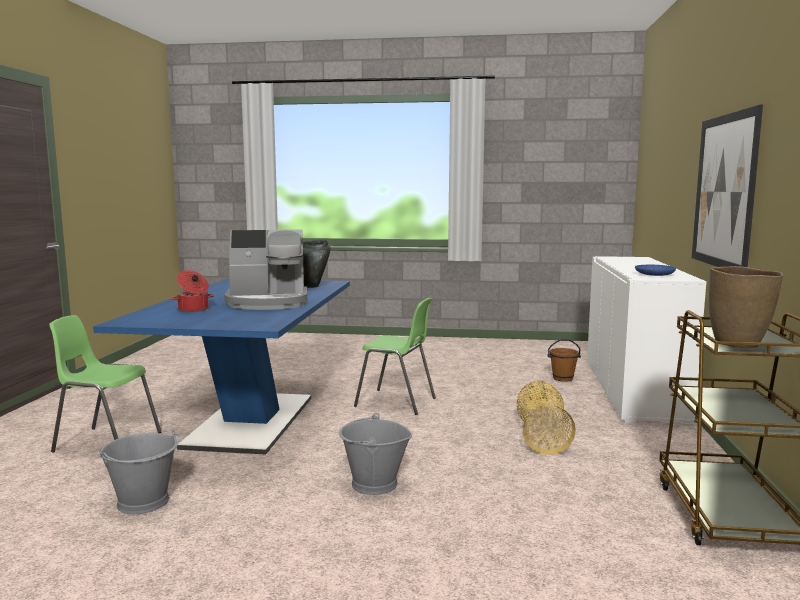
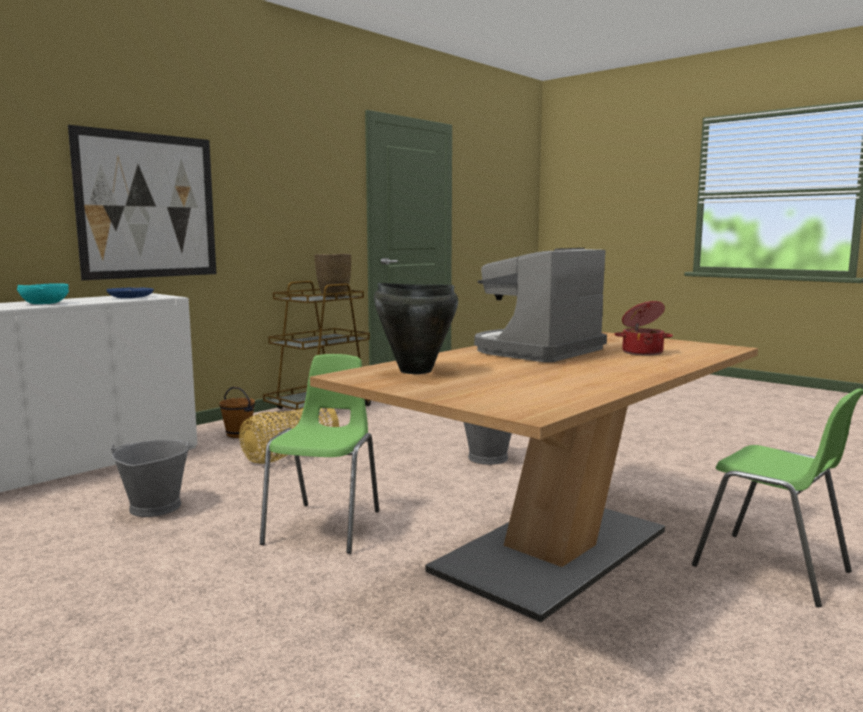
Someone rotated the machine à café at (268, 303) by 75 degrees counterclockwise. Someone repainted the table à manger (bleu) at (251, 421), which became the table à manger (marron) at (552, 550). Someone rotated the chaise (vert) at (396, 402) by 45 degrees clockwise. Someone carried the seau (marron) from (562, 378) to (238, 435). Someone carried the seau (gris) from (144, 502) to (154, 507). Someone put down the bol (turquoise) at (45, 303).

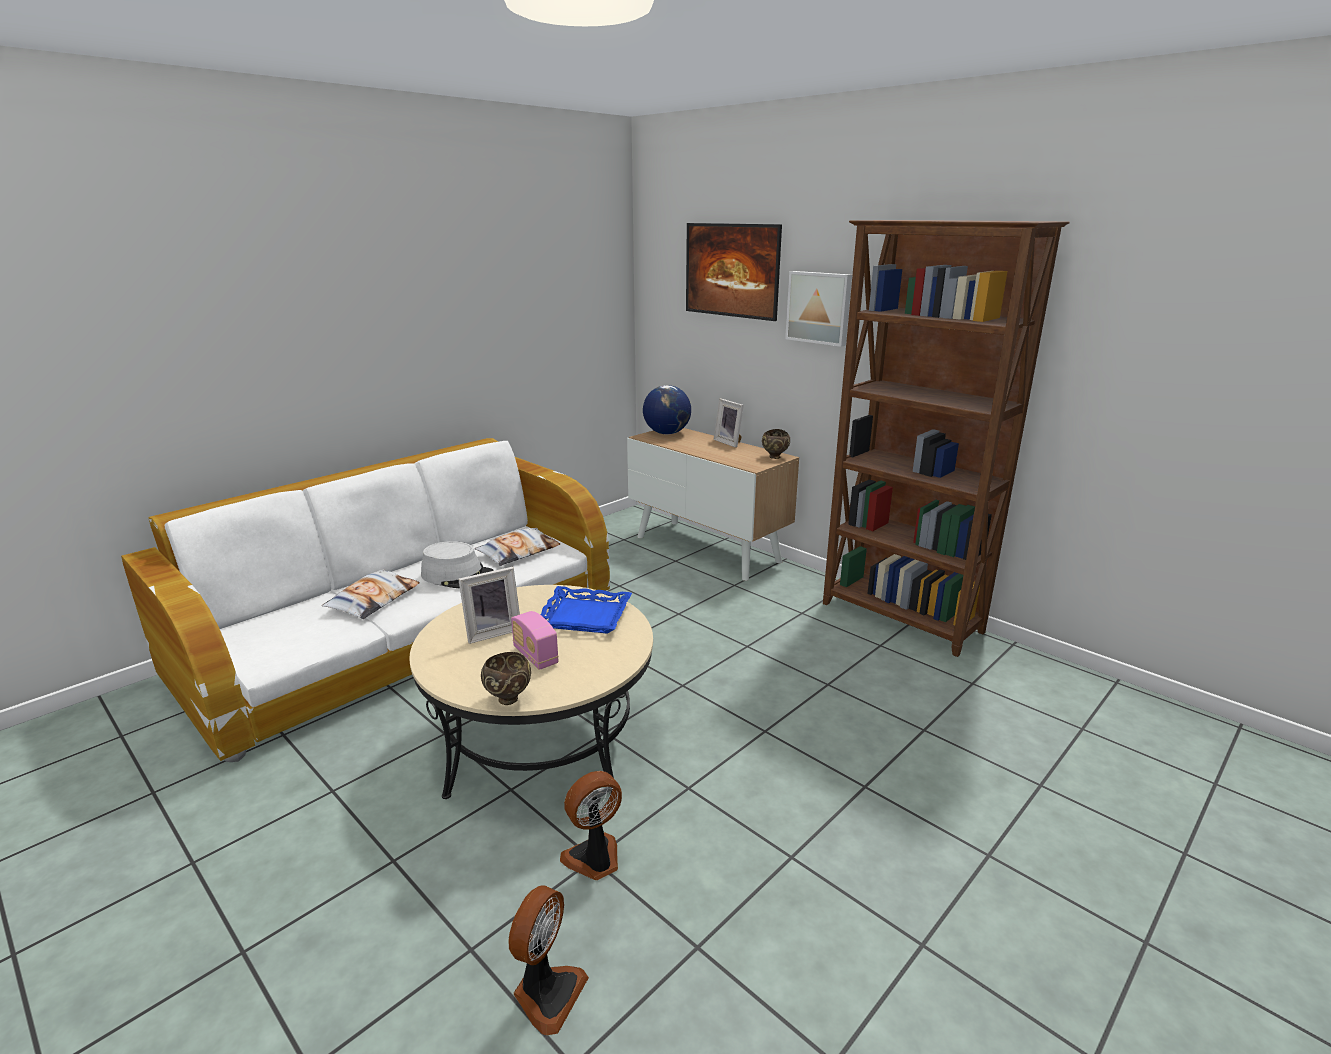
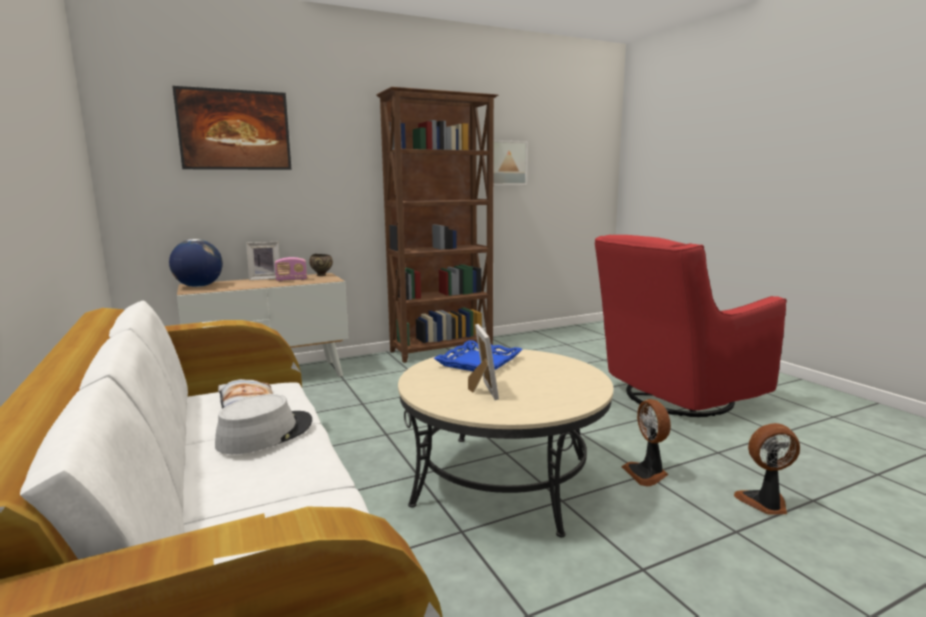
Someone carried the tableau from (819, 307) to (506, 163). Someone took away the coussin at (373, 600). Someone carried the radio from (535, 656) to (291, 280). Someone took away the bol (marron) at (509, 698). Someone rotated the ventilateur at (547, 993) by 45 degrees counterclockwise. Someone put down the fauteuil (rouge) at (674, 397).

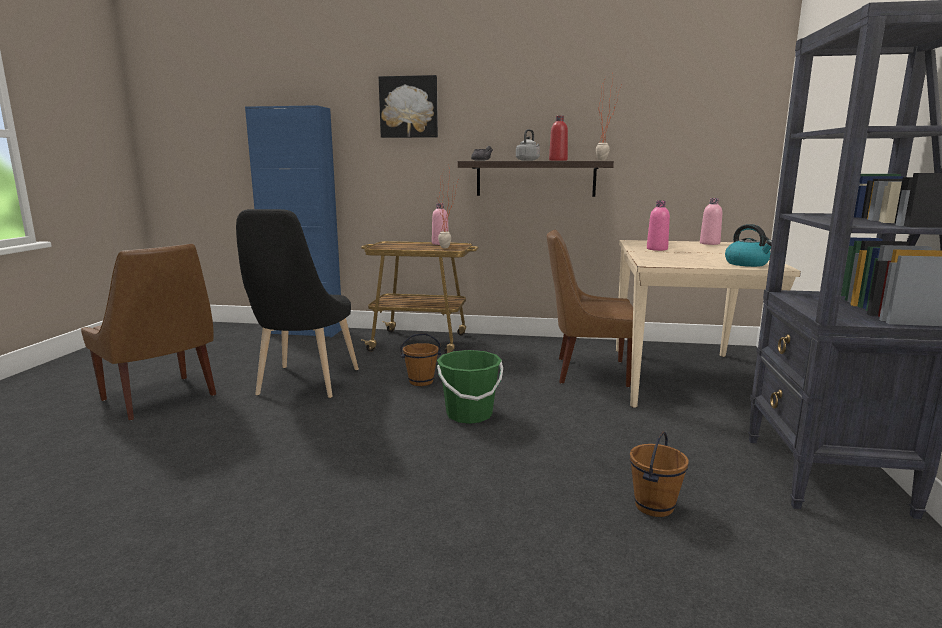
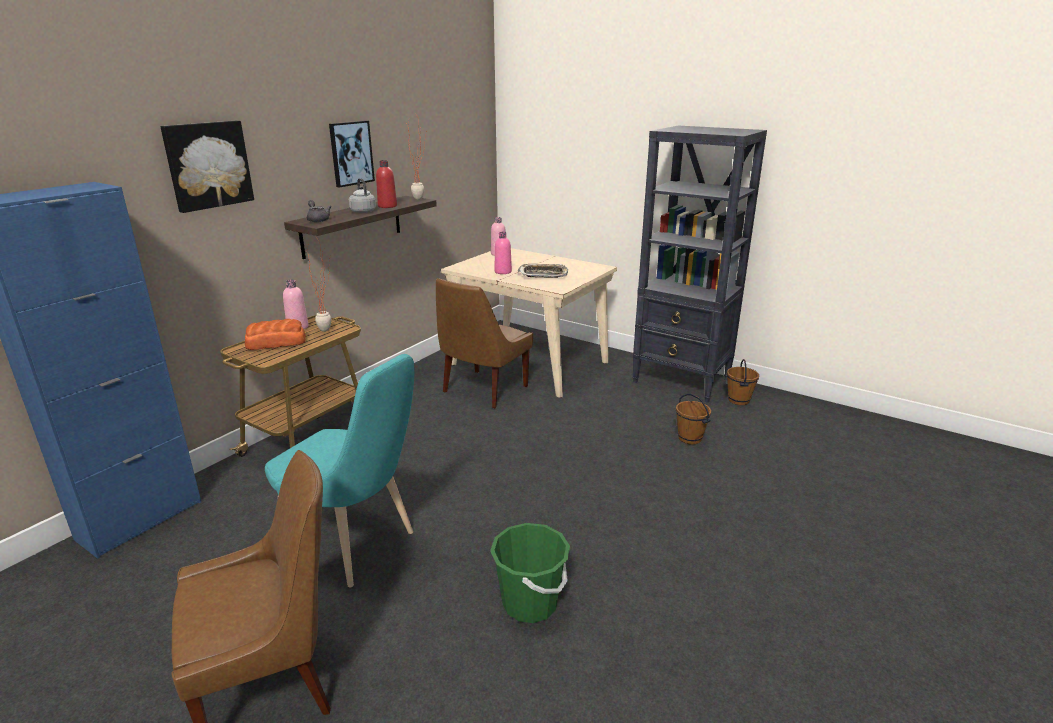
Someone repainted the chaise (noir) at (304, 385), which became the chaise (turquoise) at (354, 546). Someone took away the bouilloire at (747, 264). Someone carried the seau (marron) from (421, 381) to (738, 400). Someone carried the seau (vert) from (469, 414) to (530, 603). Someone put up the tableau at (351, 153). Someone put down the plateau at (543, 274). Someone put down the pain at (275, 342).

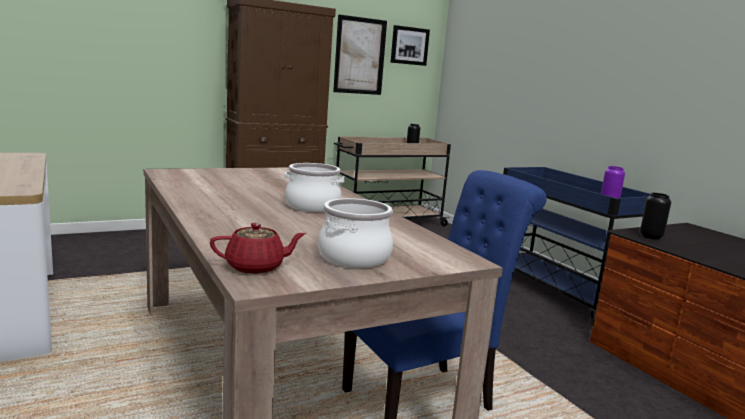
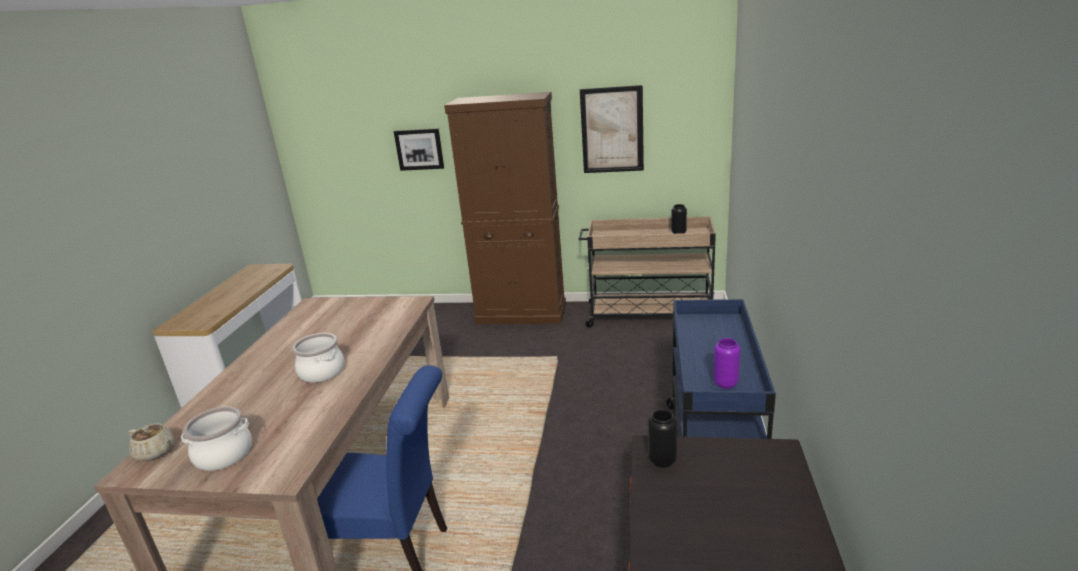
Someone carried the tableau from (409, 45) to (419, 149). Someone repainted the théière (rouge) at (256, 267), which became the théière (beige) at (156, 452).

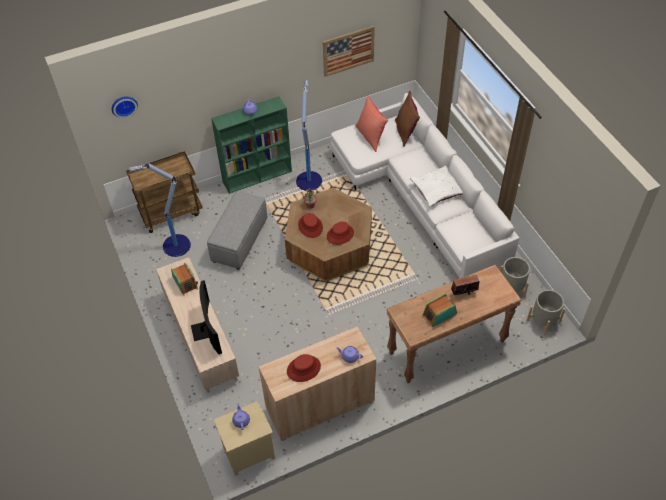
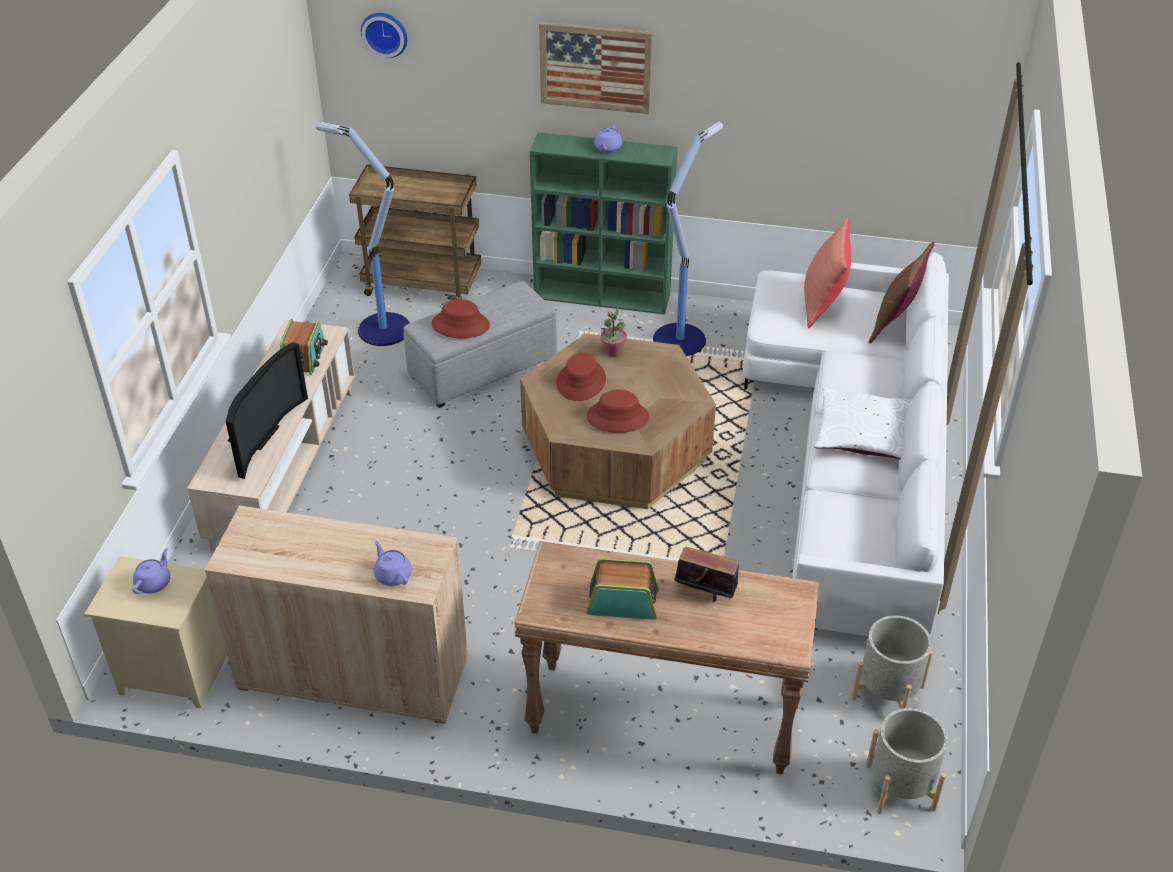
Someone carried the tableau from (348, 51) to (595, 67). Someone carried the chapeau (rouge) from (303, 368) to (460, 325).

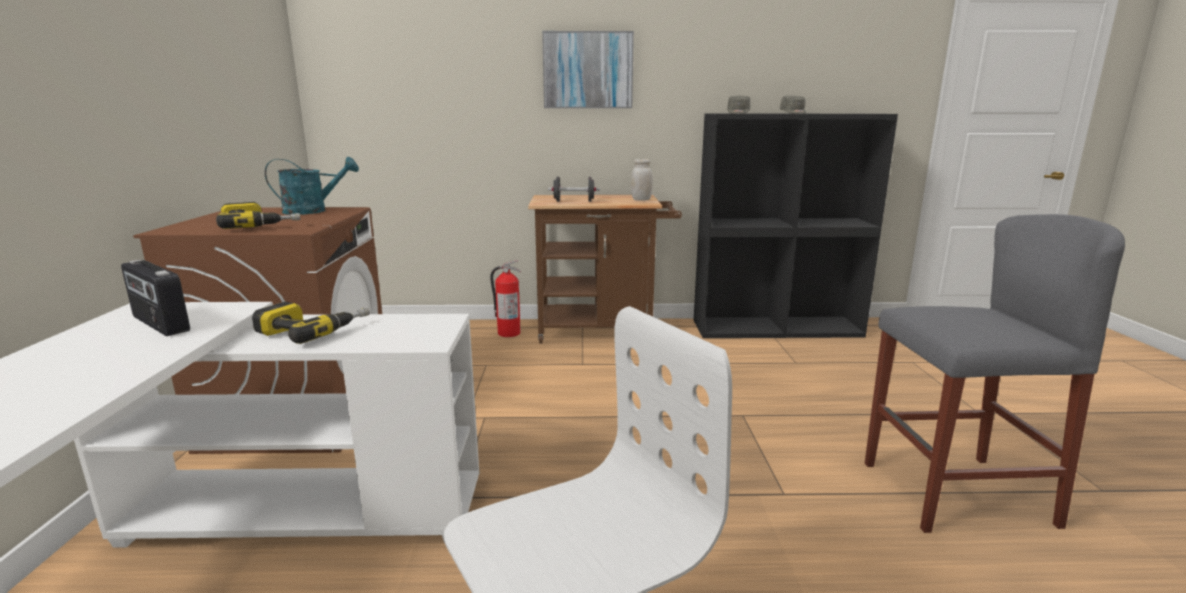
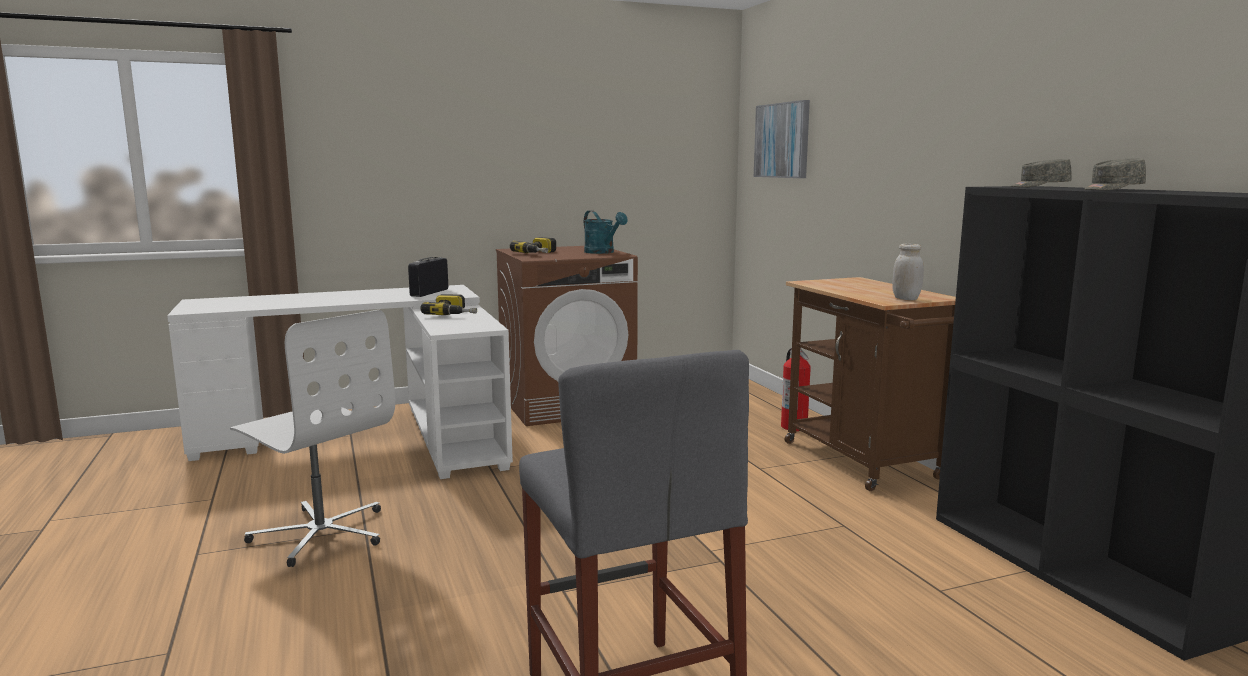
Someone carried the tableau from (588, 70) to (782, 140). Someone took away the haltère (noir) at (574, 201).

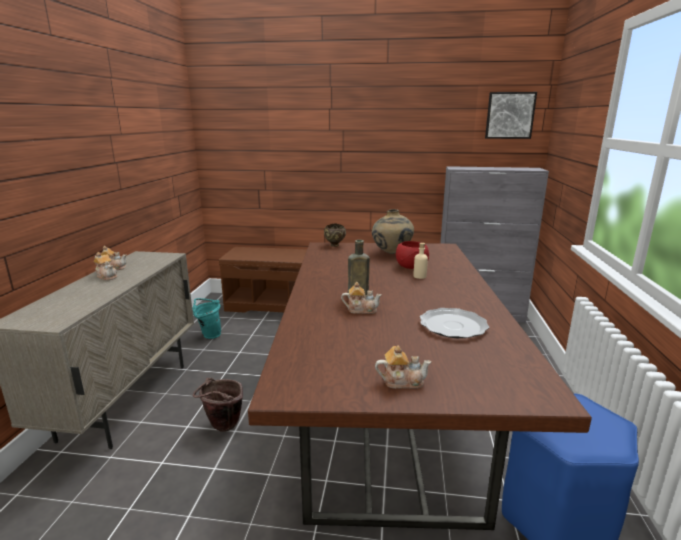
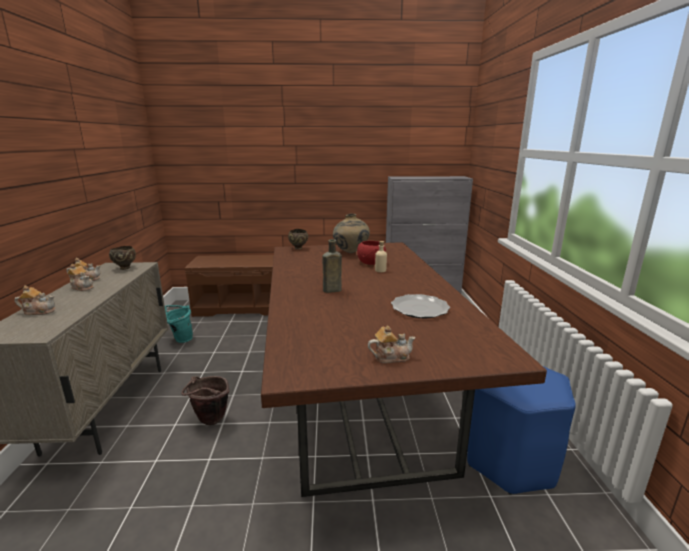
Someone took away the tableau at (509, 115). Someone carried the théière from (361, 310) to (39, 311). Someone put down the bol (marron) at (125, 268).

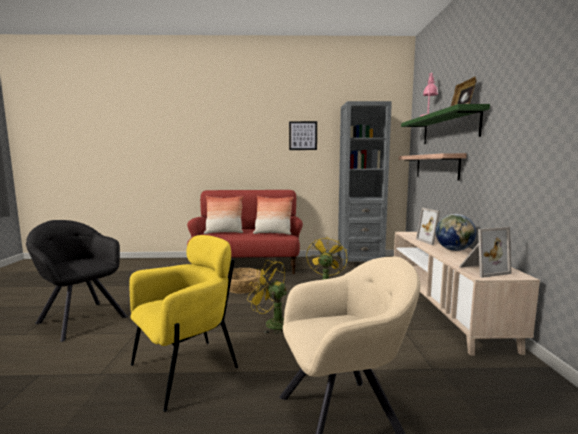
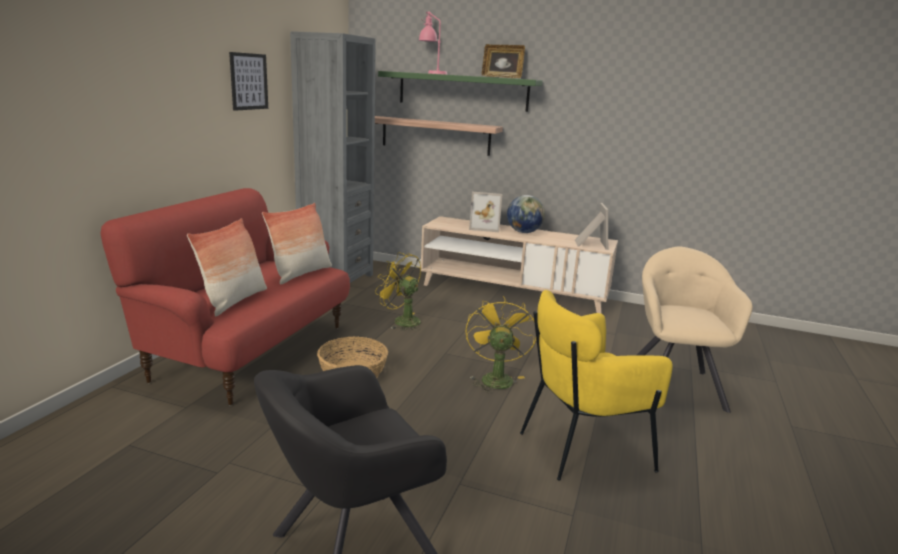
Someone rotated the fauteuil (jaune) at (186, 369) by 90 degrees counterclockwise. Someone rotated the ventilateur (jaune) at (272, 323) by 135 degrees clockwise.

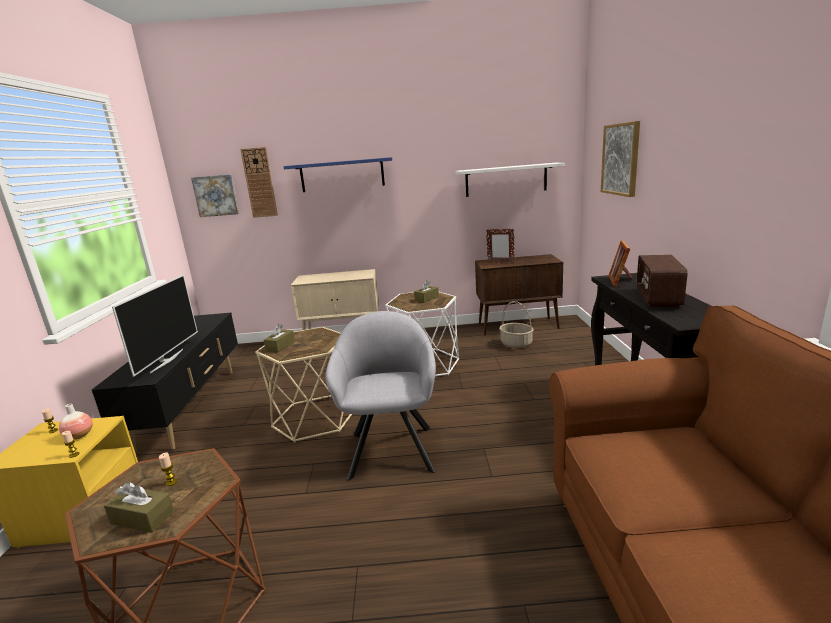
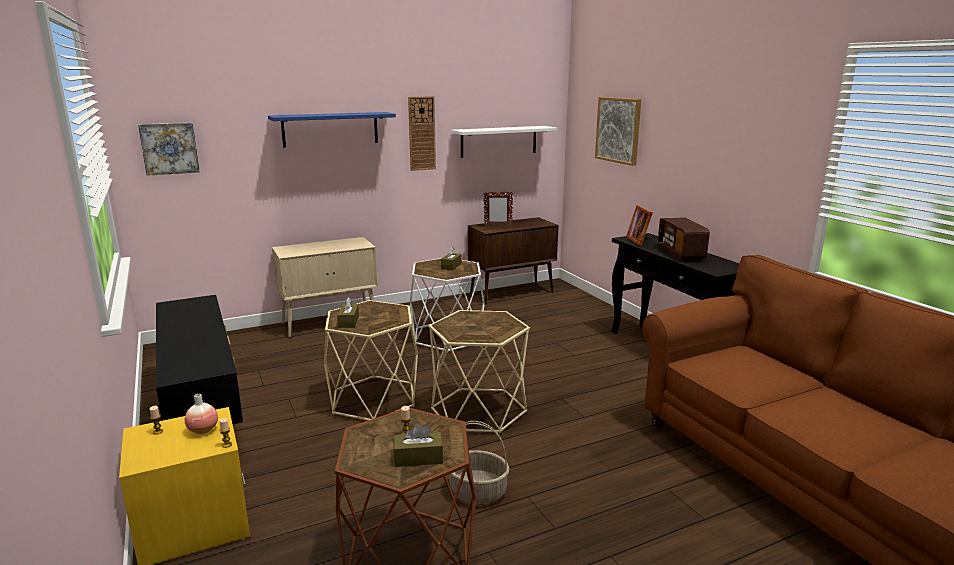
Someone carried the horloge murale from (259, 183) to (421, 133). Someone took away the téléviseur at (166, 360). Someone carried the panier from (516, 344) to (478, 491). Someone swapped the fauteuil (gris) at (392, 447) for the table d'appoint (beige) at (479, 411).

